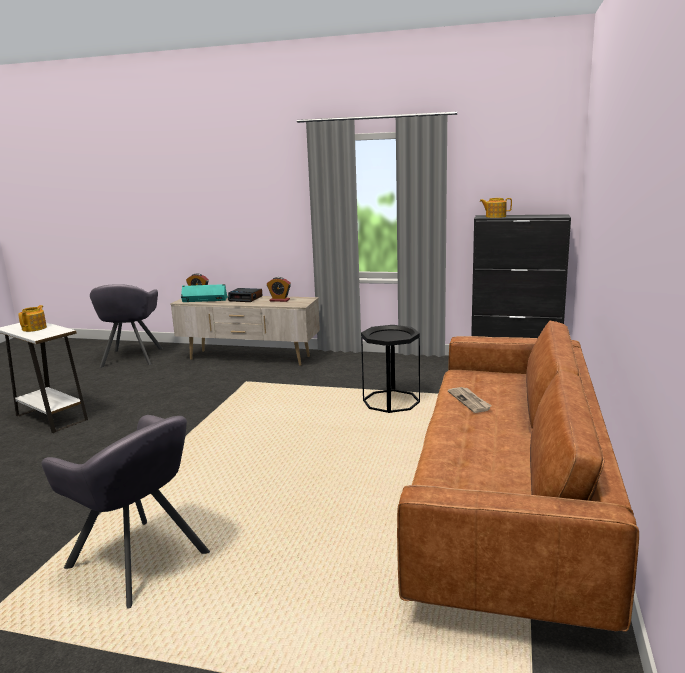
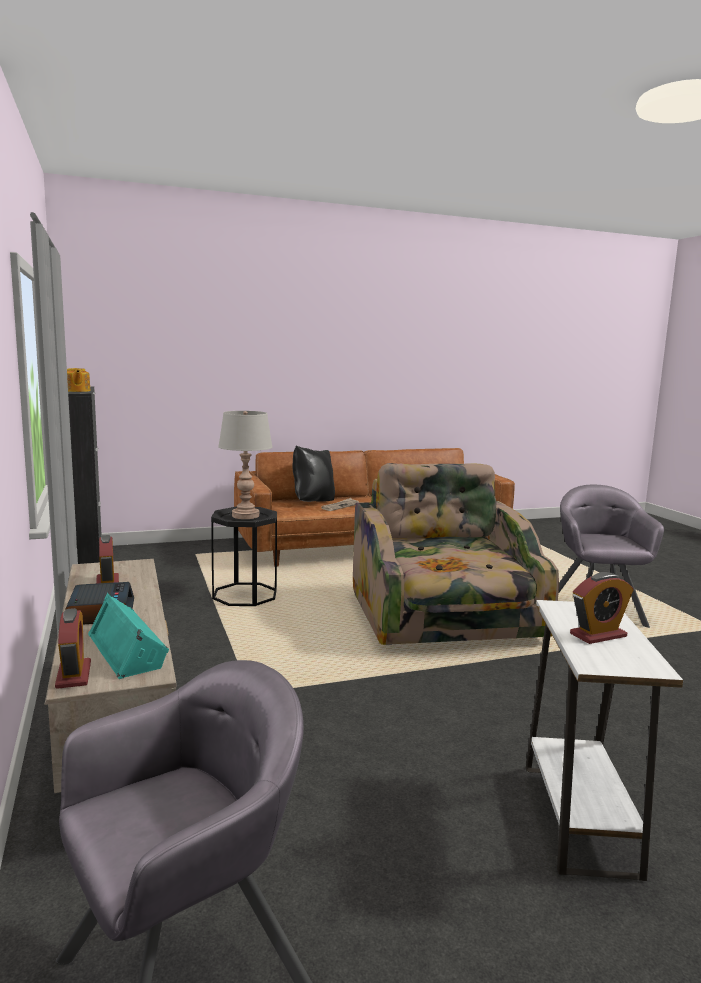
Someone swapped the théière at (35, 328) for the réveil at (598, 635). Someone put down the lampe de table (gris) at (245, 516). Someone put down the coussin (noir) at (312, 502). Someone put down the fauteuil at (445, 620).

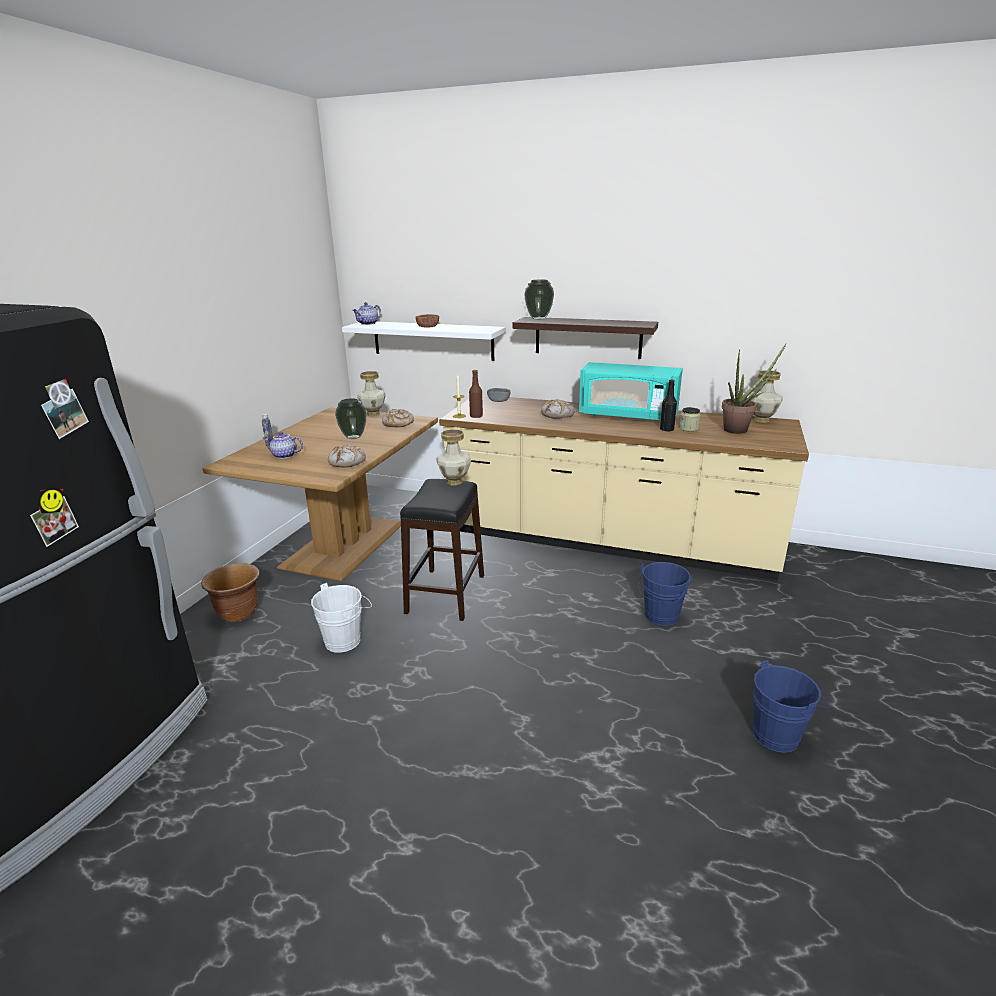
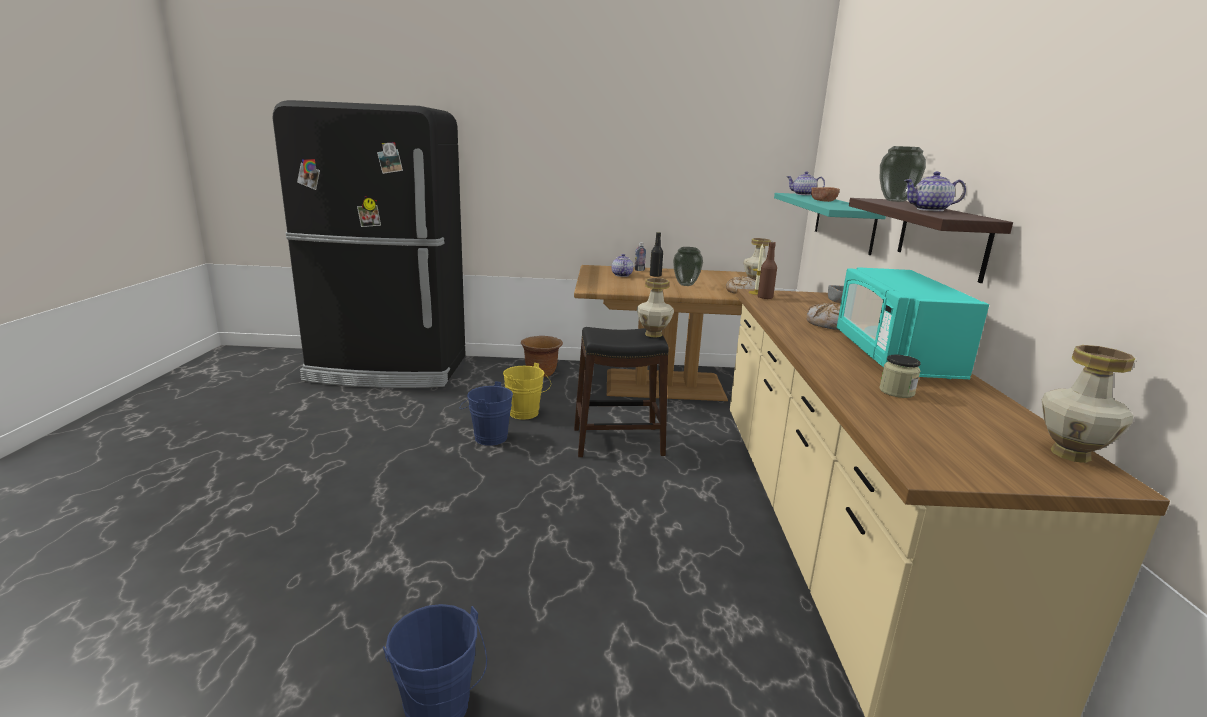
Someone repainted the étagère (blanc) at (432, 340), which became the étagère (turquoise) at (843, 222). Someone took away the plante en pot at (740, 429). Someone carried the bouteille (noir) from (666, 429) to (655, 276). Someone took away the pain at (347, 462). Someone carried the seau (bleu) from (660, 618) to (487, 437). Someone repainted the seau (blanc) at (346, 639), which became the seau (jaune) at (526, 414). Someone put down the théière at (929, 210).

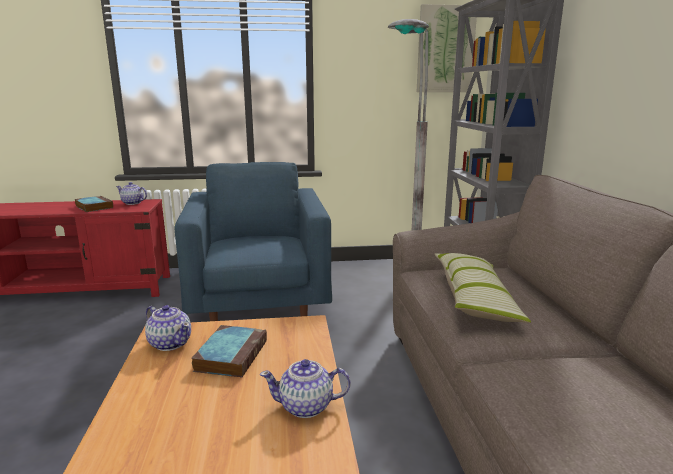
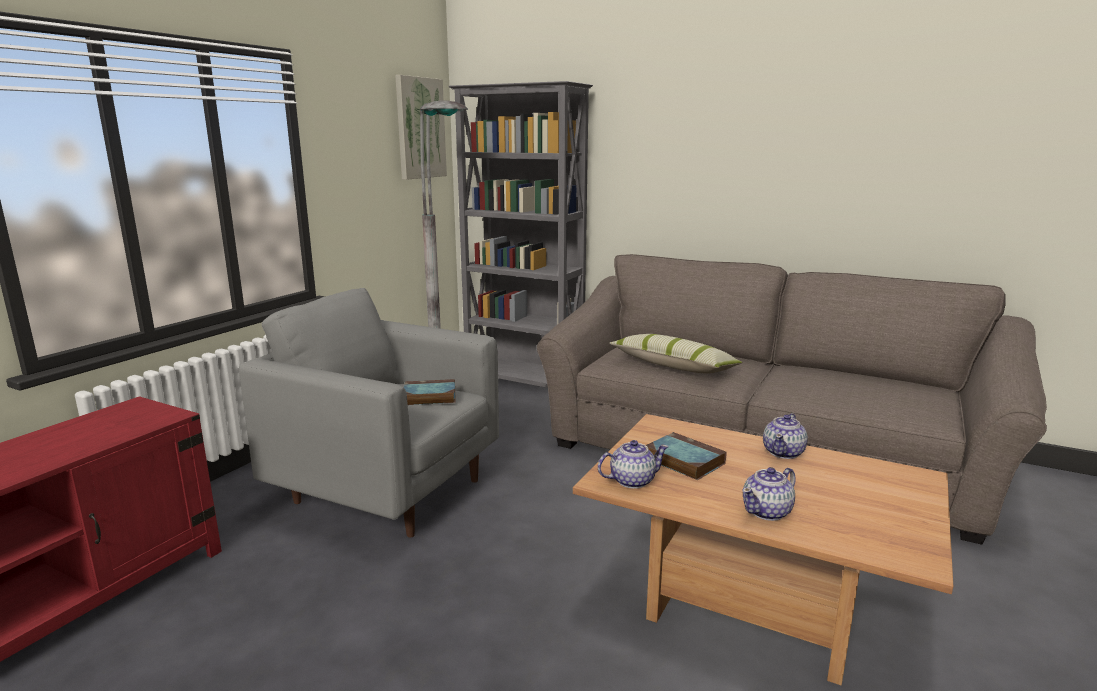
Someone repainted the fauteuil (bleu) at (259, 308), which became the fauteuil (gris) at (389, 491). Someone carried the théière from (133, 203) to (767, 512). Someone carried the livre from (93, 207) to (428, 397).

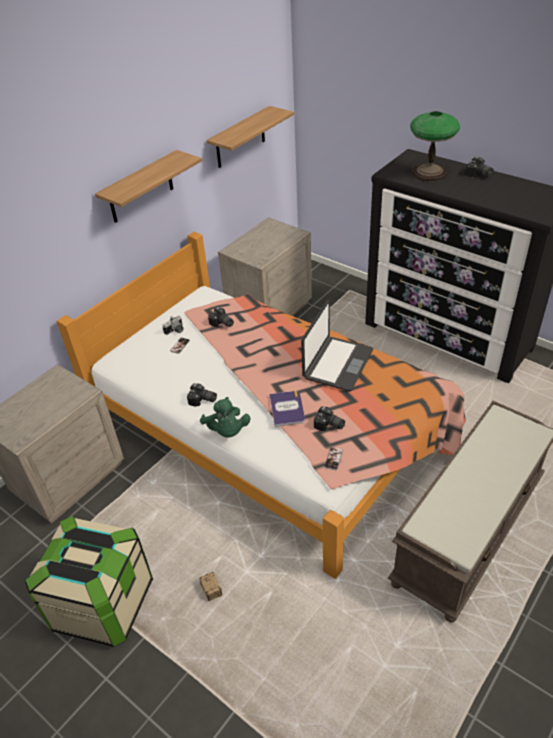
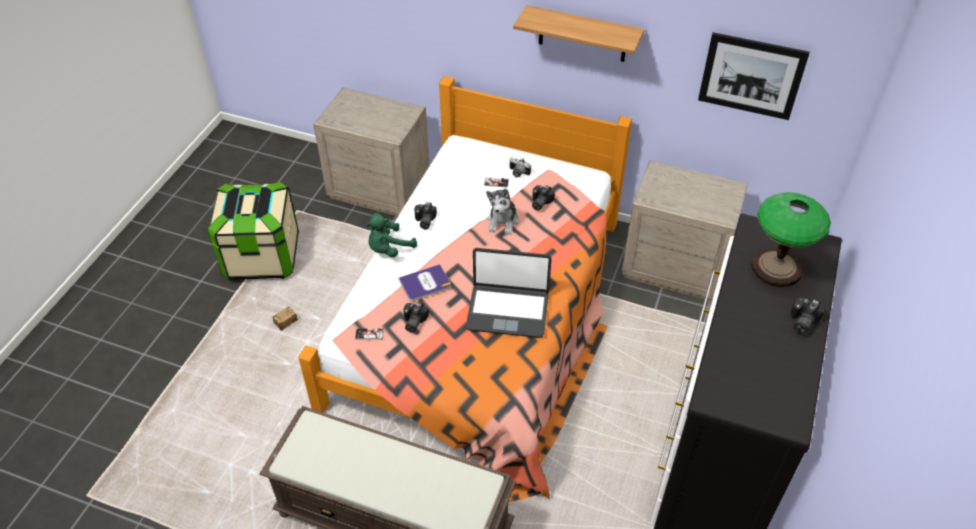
Someone swapped the étagère at (240, 138) for the tableau at (751, 76). Someone put down the peluche at (503, 221).

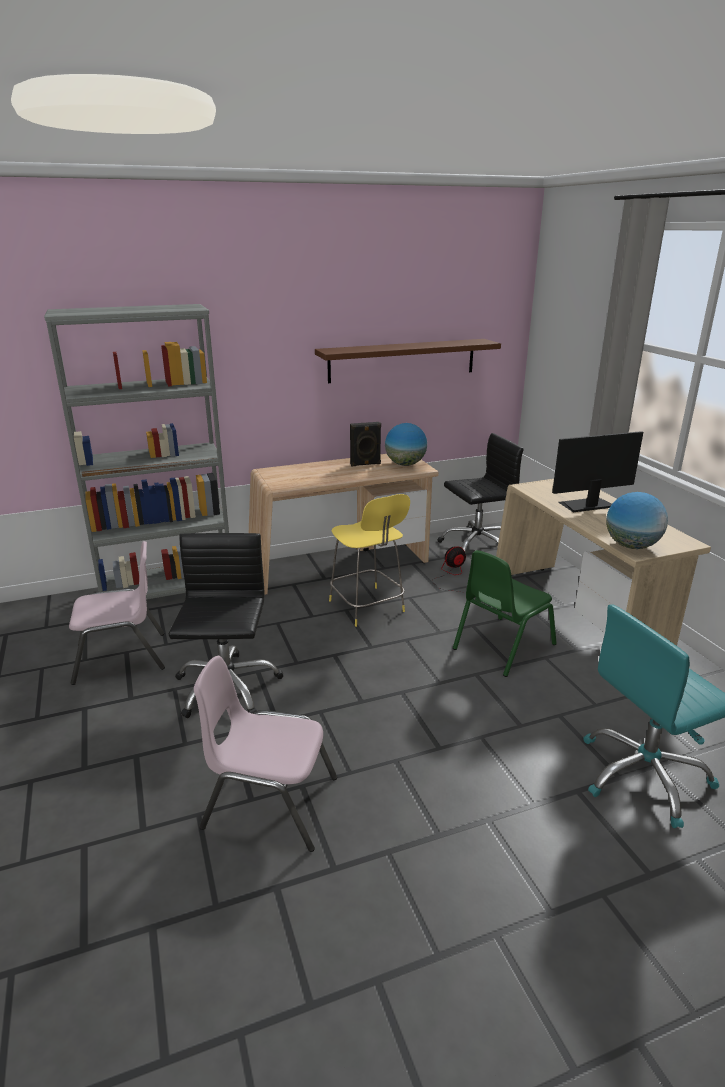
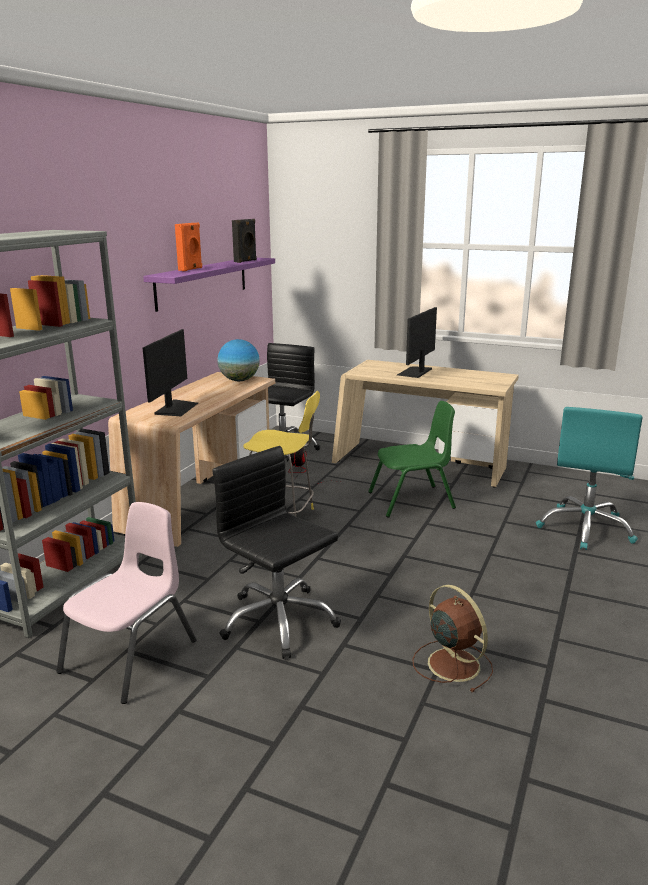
Someone repainted the étagère (marron) at (402, 360), which became the étagère (violet) at (202, 282). Someone carried the enceinte (noir) from (365, 464) to (246, 261). Someone took away the globe at (631, 546). Someone rotated the chaise (vert) at (502, 646) by 105 degrees counterclockwise. Someone swapped the chaise (rose) at (270, 803) for the ventilateur (marron) at (452, 663). Someone put down the enceinte (orange) at (191, 269). Someone put down the écran d'ordinateur at (176, 408).

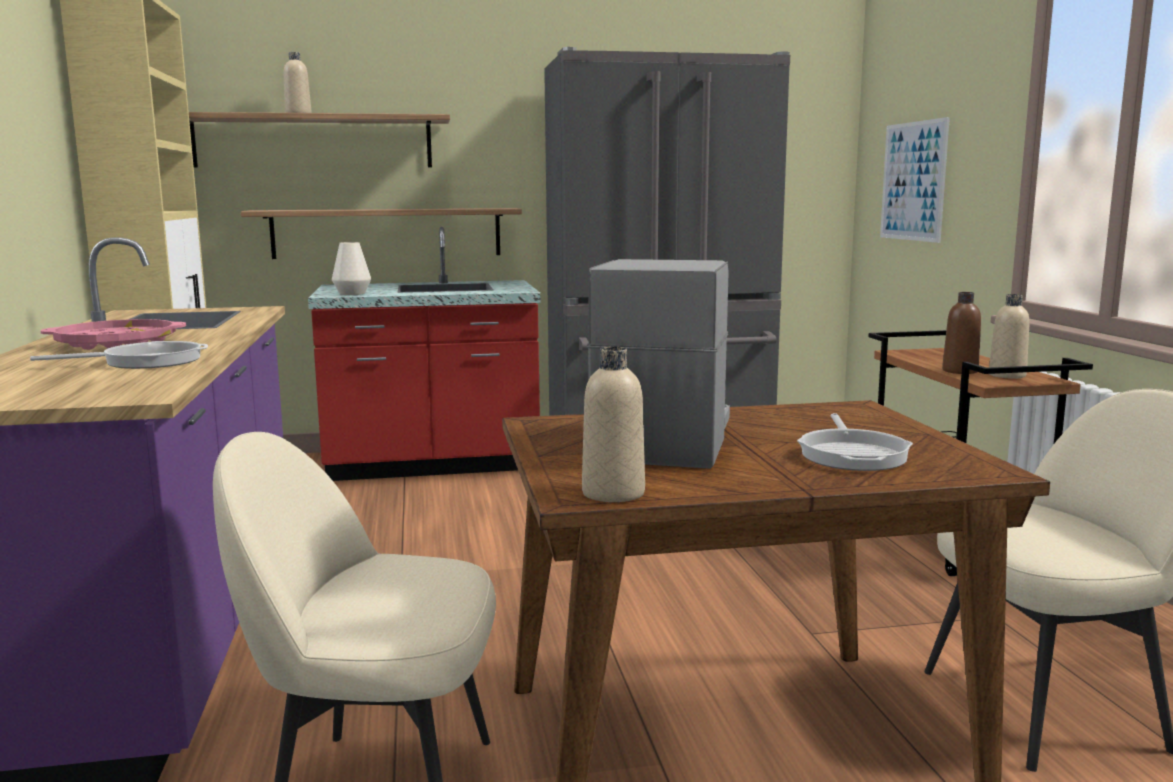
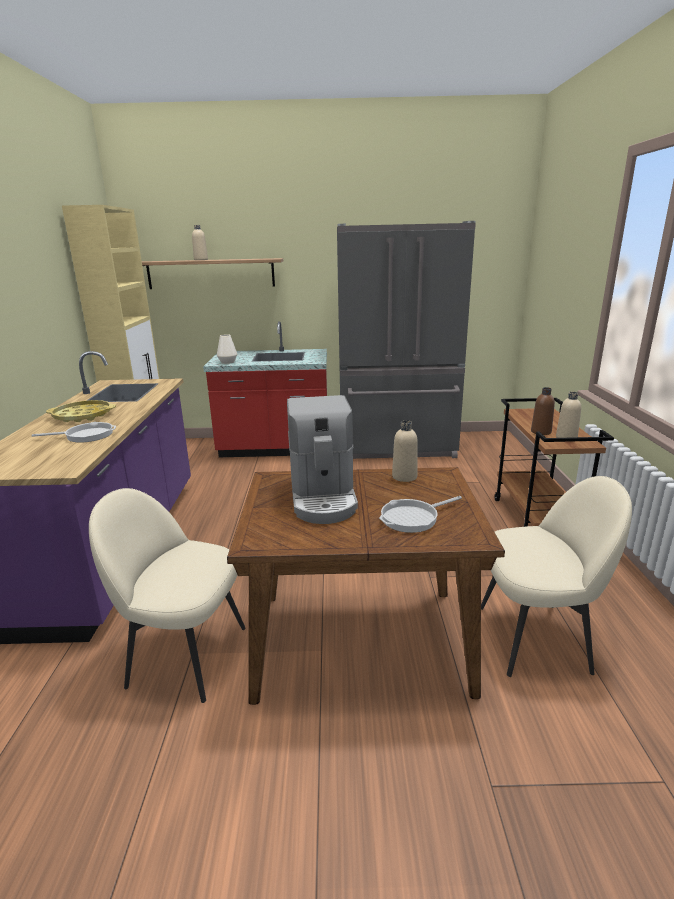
Someone took away the tableau at (913, 181). Someone took away the étagère at (387, 233). Someone rotated the machine à café at (664, 440) by 150 degrees clockwise. Someone repainted the plateau (rose) at (116, 343), which became the plateau (jaune) at (83, 416). Someone carried the bouteille (beige) from (613, 493) to (404, 477). Someone rotated the poêle at (852, 454) by 45 degrees clockwise.

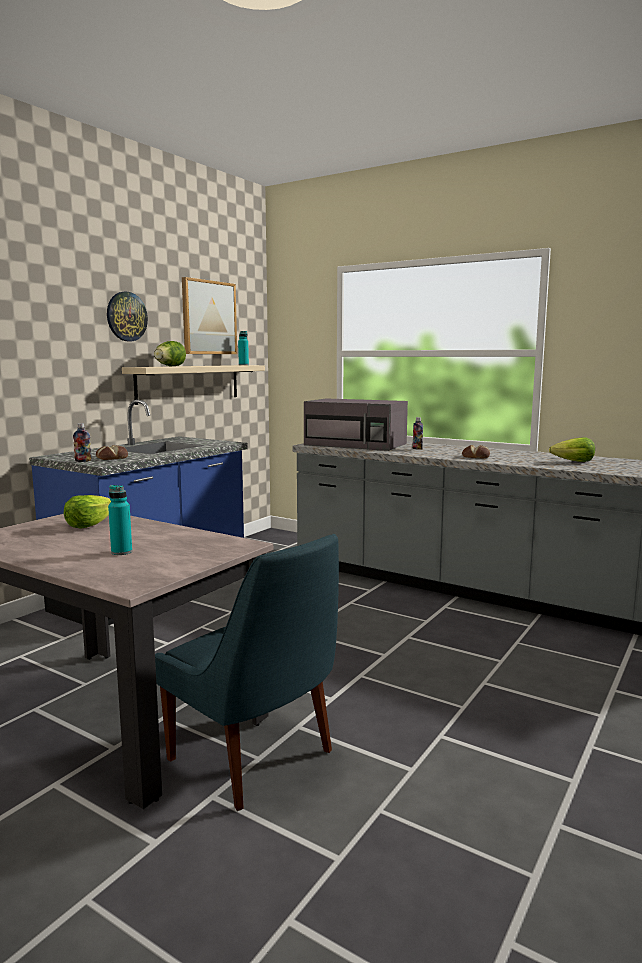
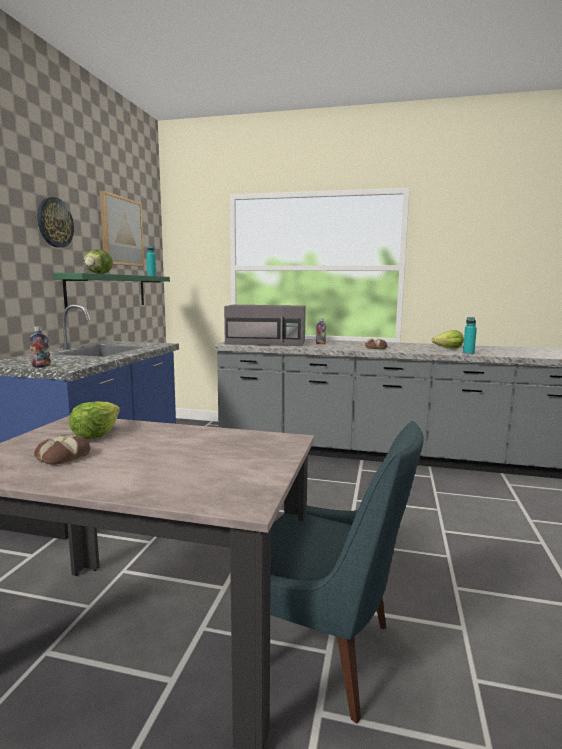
Someone repainted the étagère (beige) at (189, 383), which became the étagère (vert) at (108, 291). Someone carried the pain from (112, 458) to (63, 456). Someone carried the bouteille (turquoise) from (121, 552) to (468, 353).

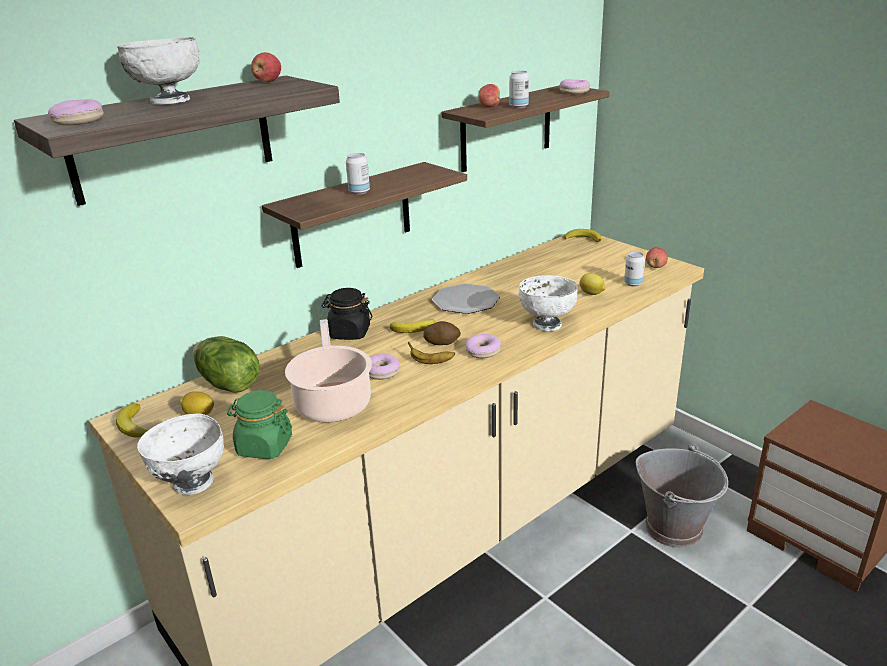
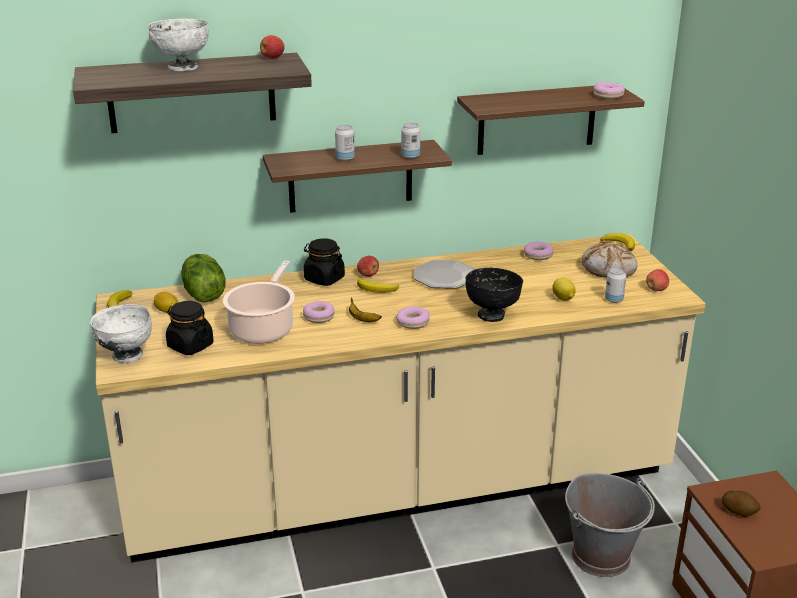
Someone carried the boîte métallique from (518, 106) to (410, 156). Someone carried the pomme from (489, 107) to (368, 275). Someone carried the beignet from (78, 121) to (538, 255). Someone repainted the bol (blanc) at (547, 323), which became the bol (noir) at (492, 314). Someone carried the pomme de terre from (442, 342) to (739, 511). Someone repainted the bocal (vert) at (264, 446), which became the bocal (noir) at (190, 346). Someone put down the pain at (609, 269).

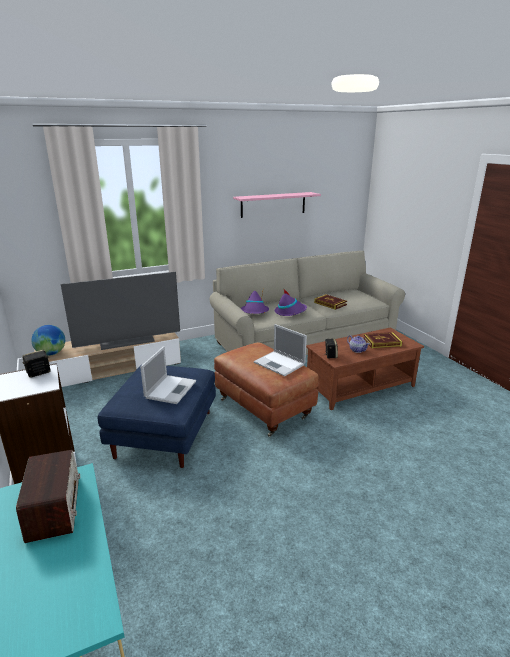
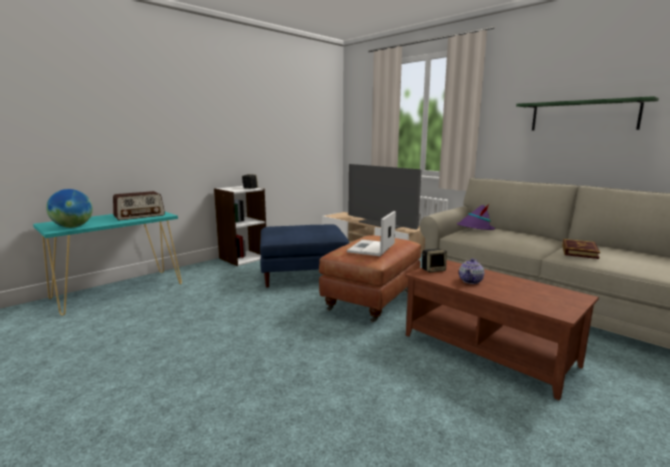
Someone repainted the étagère (rose) at (273, 204), which became the étagère (vert) at (583, 116). Someone took away the chapeau (violet) at (290, 312). Someone carried the globe from (51, 354) to (72, 227). Someone took away the livre at (382, 342). Someone took away the ordinateur portable at (171, 389).

